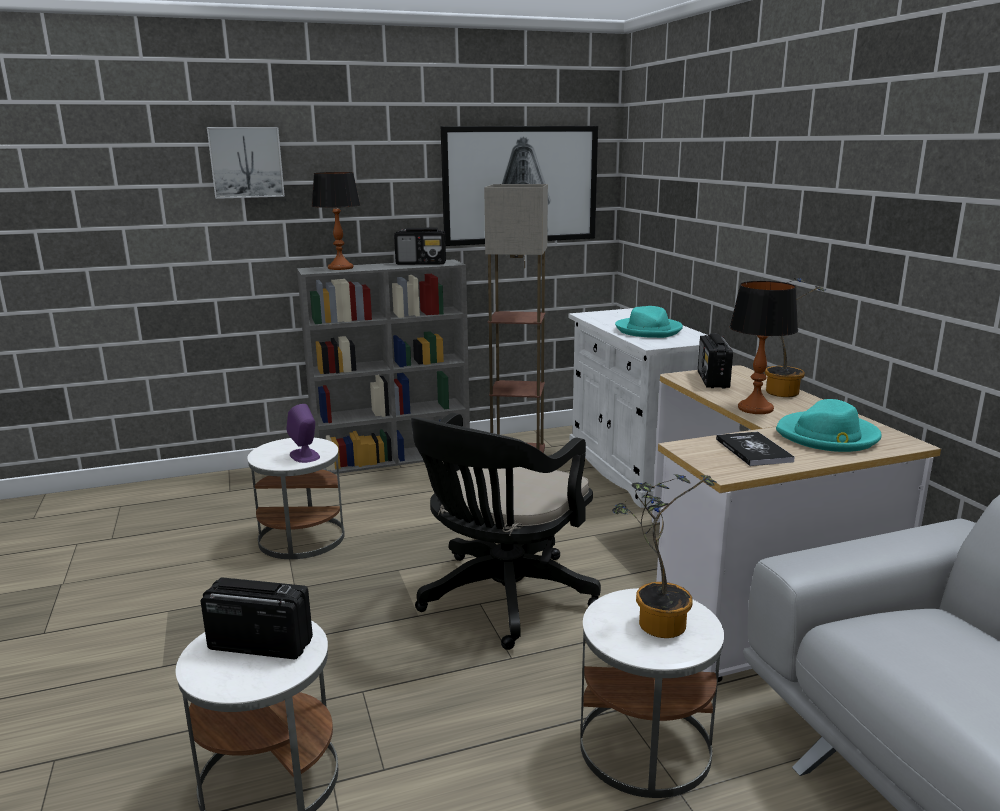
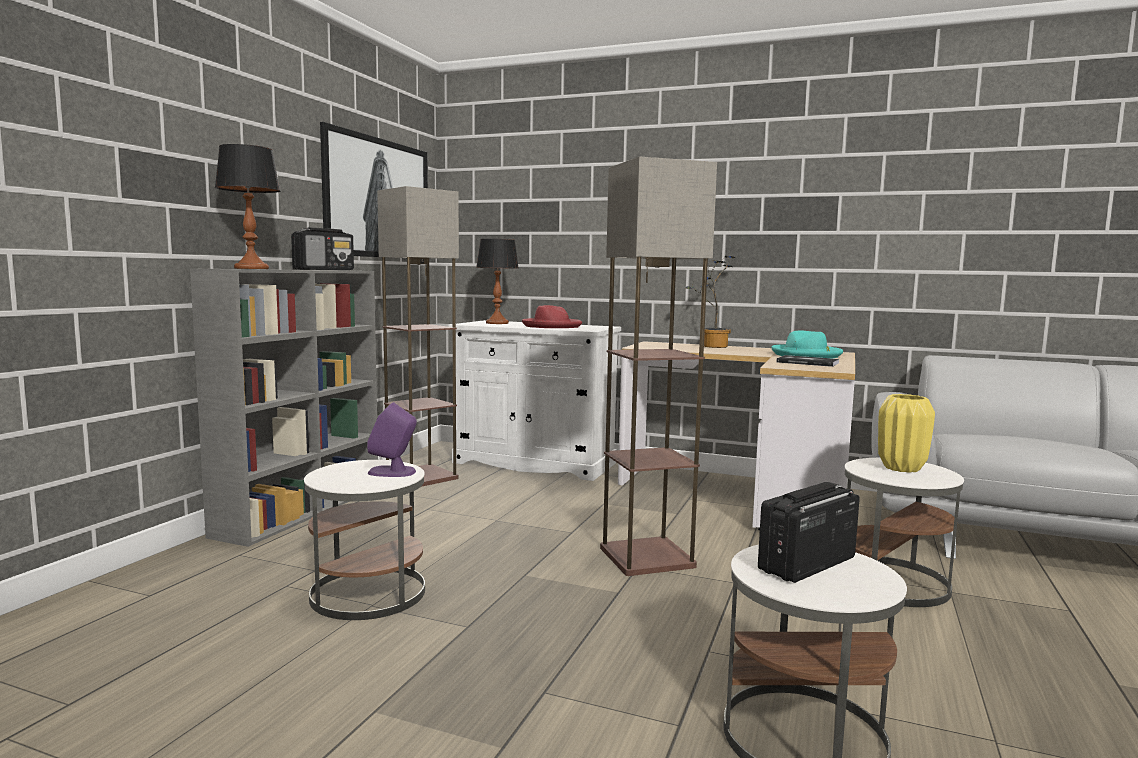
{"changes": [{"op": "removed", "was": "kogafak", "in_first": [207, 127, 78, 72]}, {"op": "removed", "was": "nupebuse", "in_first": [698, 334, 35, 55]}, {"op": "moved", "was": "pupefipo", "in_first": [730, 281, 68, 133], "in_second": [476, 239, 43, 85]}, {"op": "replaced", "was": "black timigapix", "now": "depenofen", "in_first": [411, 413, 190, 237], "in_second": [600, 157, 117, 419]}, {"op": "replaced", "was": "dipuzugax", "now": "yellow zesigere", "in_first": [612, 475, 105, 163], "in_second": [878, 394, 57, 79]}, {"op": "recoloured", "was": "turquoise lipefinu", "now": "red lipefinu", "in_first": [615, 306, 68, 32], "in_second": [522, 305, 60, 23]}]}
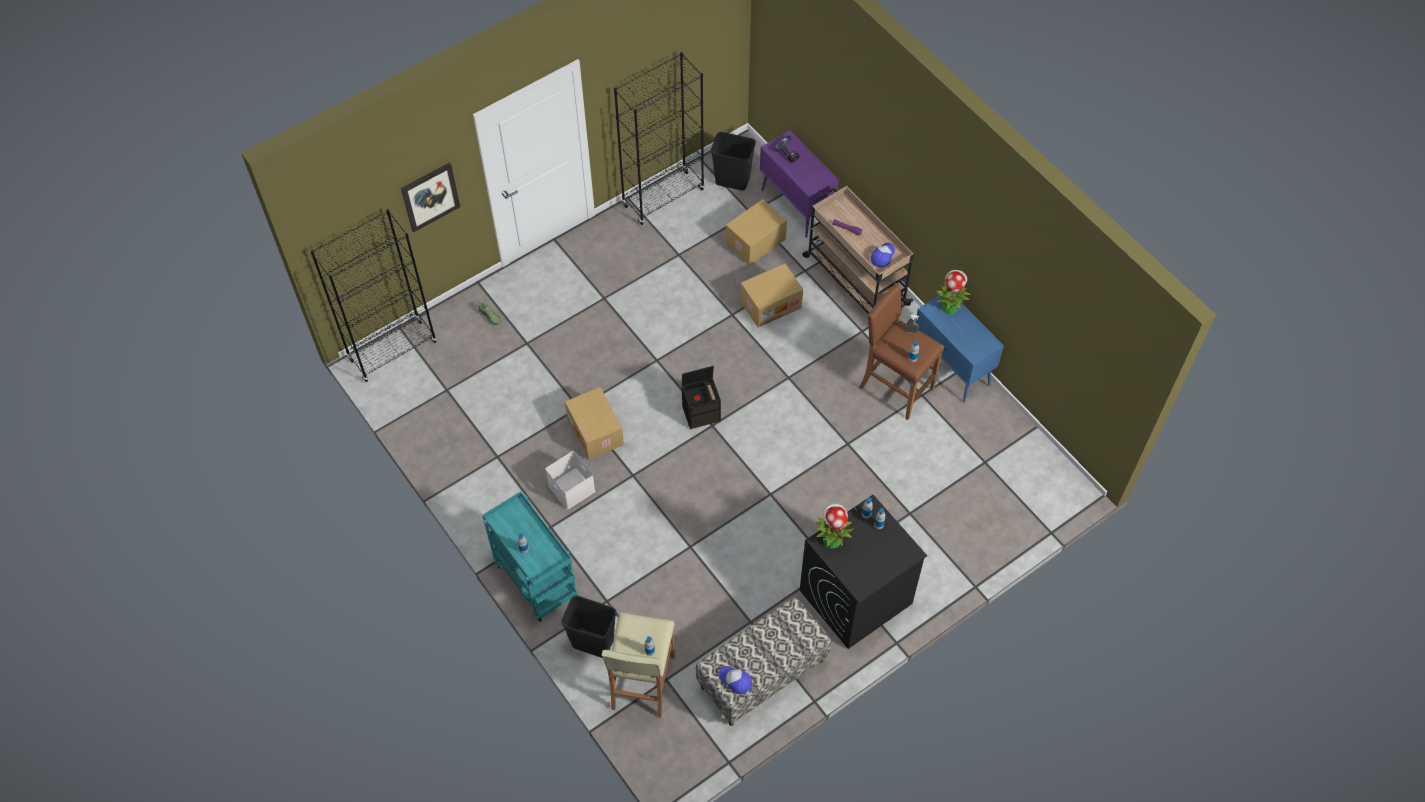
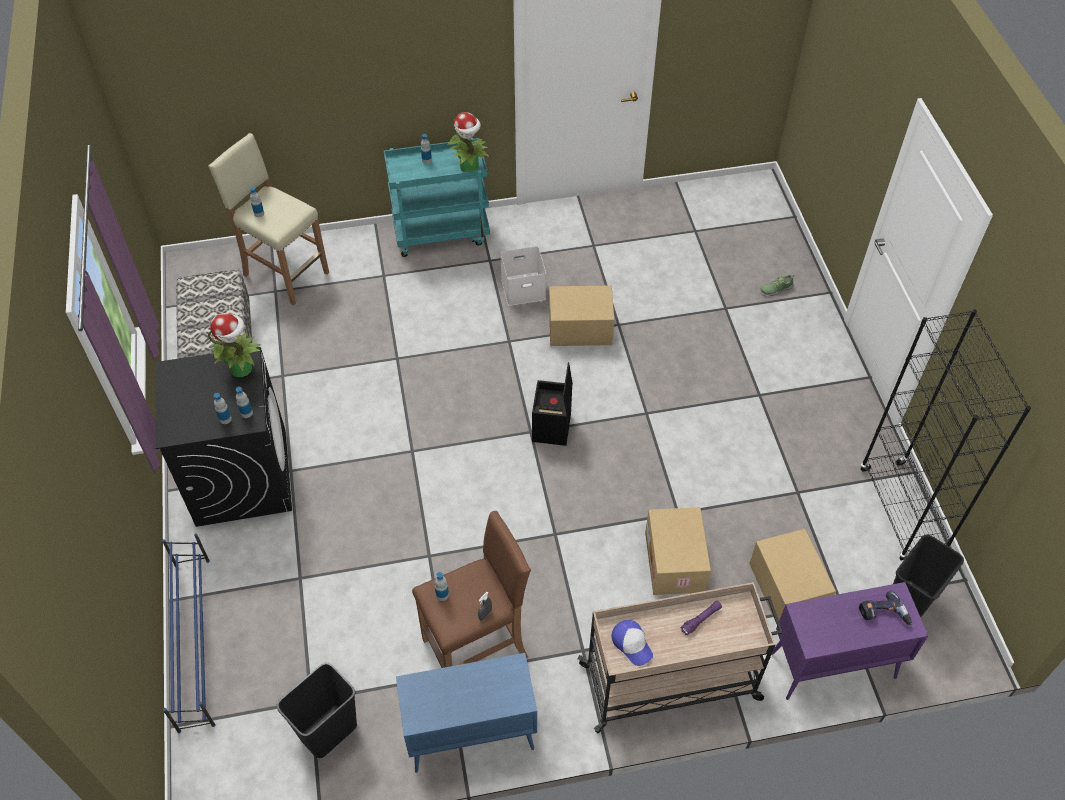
{"changes": [{"op": "removed", "was": "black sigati", "in_first": [310, 209, 127, 173]}, {"op": "removed", "was": "kogafak", "in_first": [401, 162, 59, 71]}, {"op": "removed", "was": "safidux", "in_first": [718, 666, 34, 28]}, {"op": "added", "now": "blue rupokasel", "in_second": [162, 534, 54, 199]}, {"op": "moved", "was": "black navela", "in_first": [561, 595, 56, 63], "in_second": [277, 662, 80, 96]}, {"op": "moved", "was": "dipuzugax", "in_first": [936, 270, 35, 44], "in_second": [448, 112, 41, 60]}]}
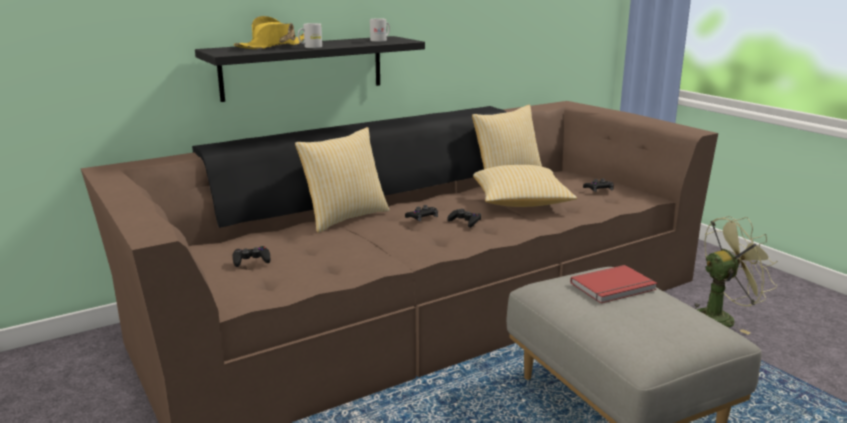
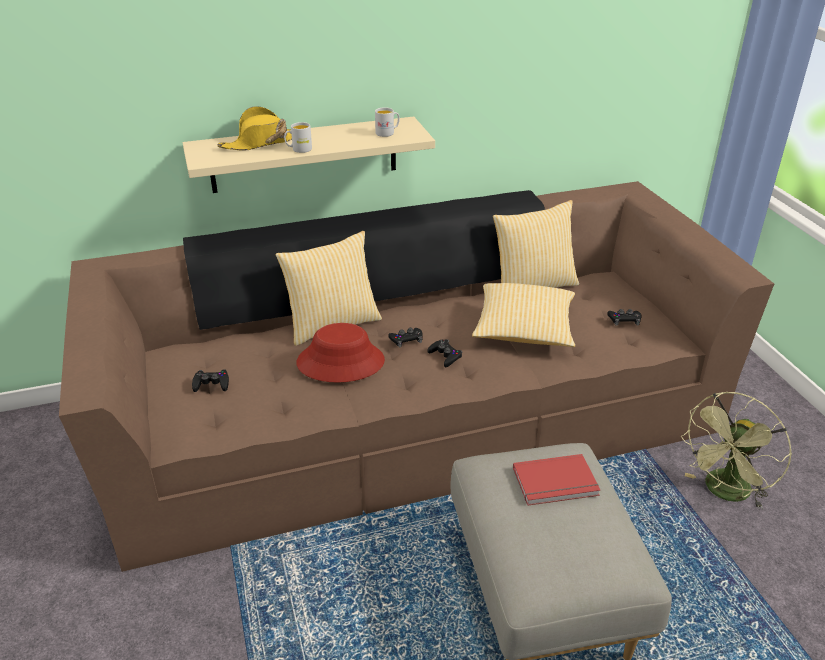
{"changes": [{"op": "added", "now": "red lipefinu", "in_second": [296, 323, 89, 60]}, {"op": "recoloured", "was": "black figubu", "now": "beige figubu", "in_first": [195, 36, 230, 66], "in_second": [183, 116, 252, 77]}, {"op": "turned", "was": "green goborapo", "in_first": [695, 216, 82, 119], "in_second": [681, 392, 111, 117], "clockwise": 135}]}
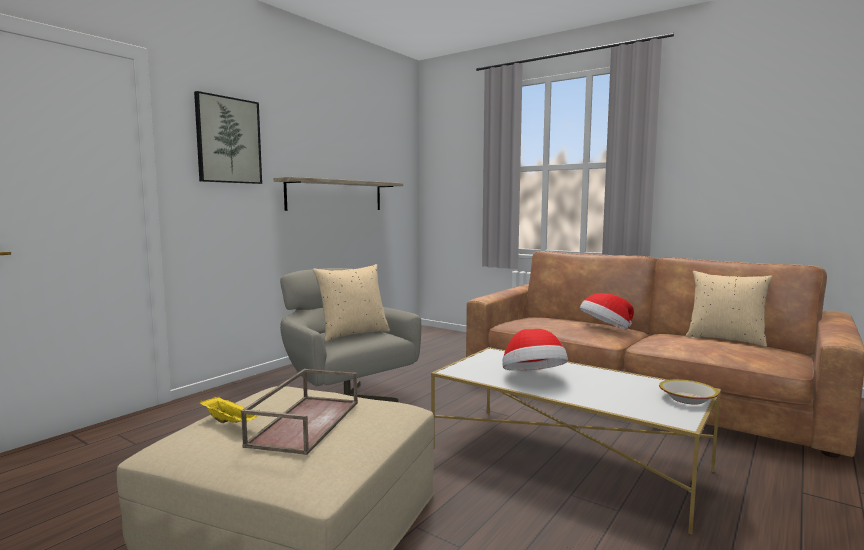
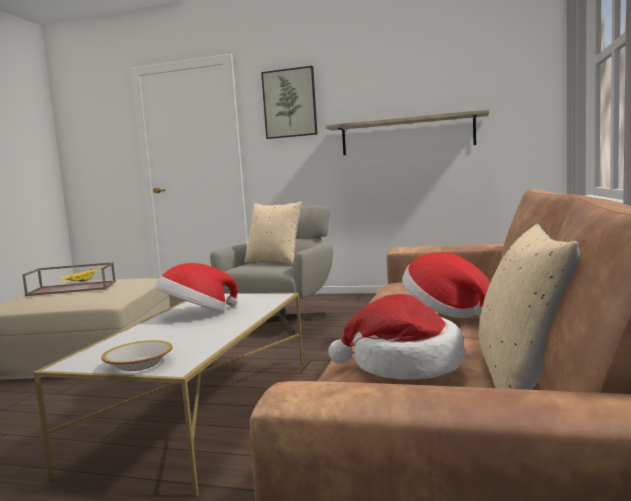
{"changes": [{"op": "added", "now": "lipefinu", "in_second": [328, 294, 137, 85]}]}
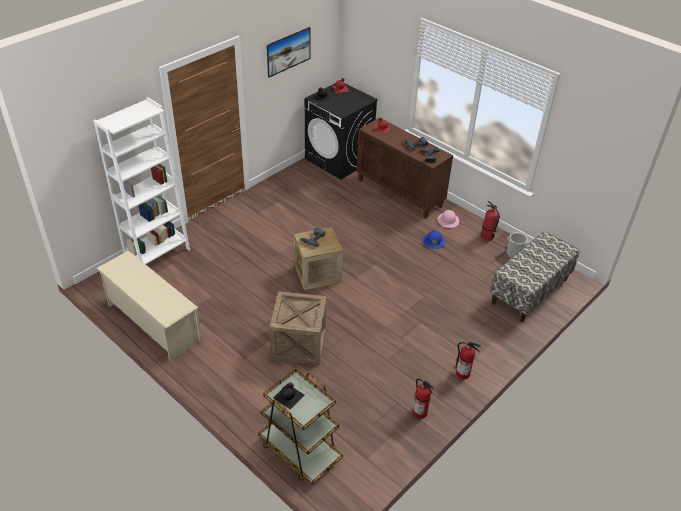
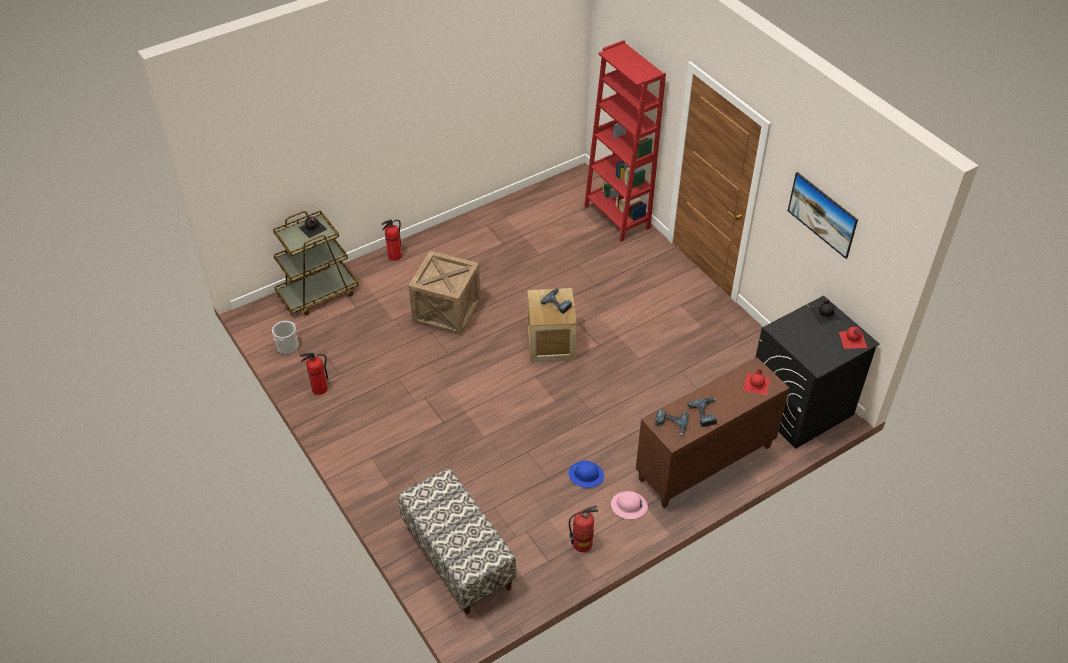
{"changes": [{"op": "removed", "was": "beige rupokasel", "in_first": [96, 250, 106, 111]}, {"op": "moved", "was": "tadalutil", "in_first": [455, 342, 26, 37], "in_second": [381, 220, 21, 41]}, {"op": "moved", "was": "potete", "in_first": [507, 232, 22, 26], "in_second": [272, 321, 27, 34]}, {"op": "recoloured", "was": "white sigati", "now": "red sigati", "in_first": [93, 97, 97, 167], "in_second": [584, 40, 82, 202]}]}
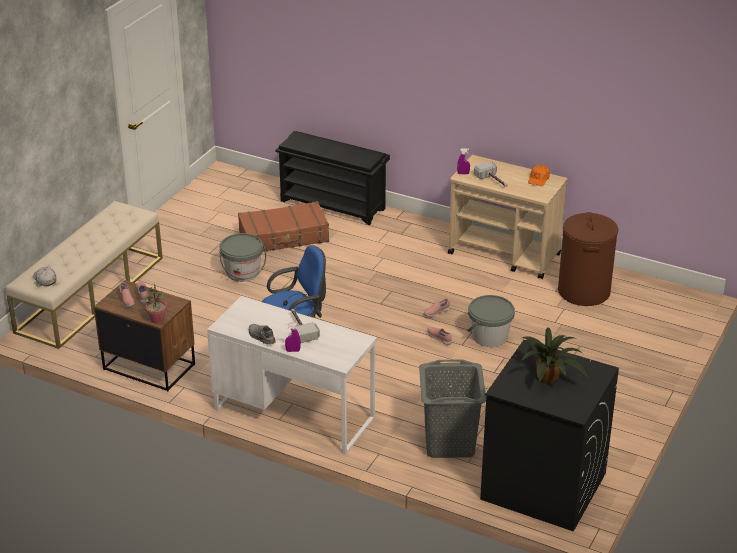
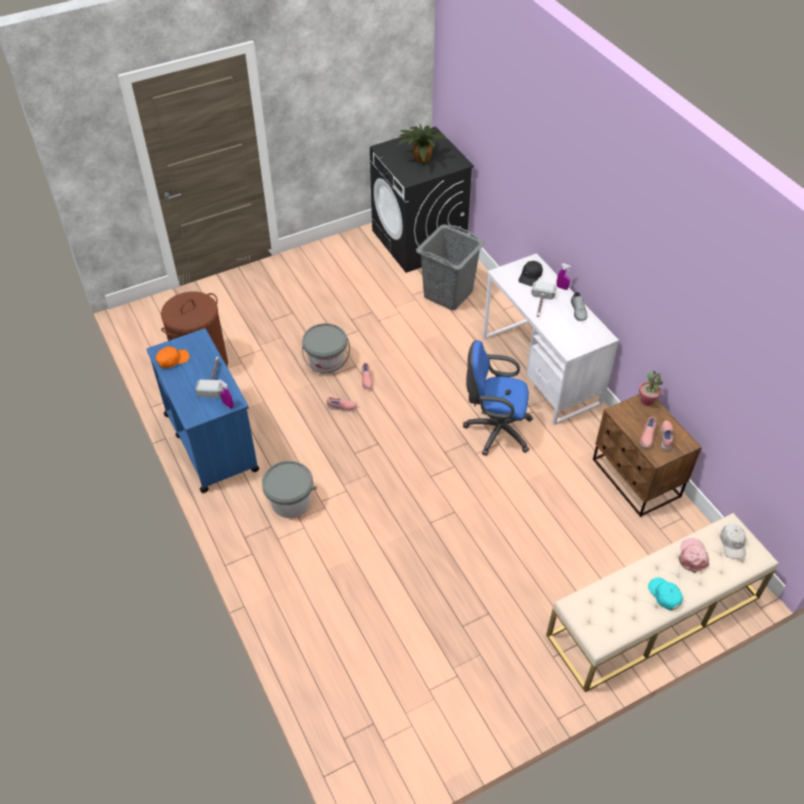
{"changes": [{"op": "removed", "was": "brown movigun", "in_first": [238, 201, 91, 51]}, {"op": "removed", "was": "black rupokasel", "in_first": [275, 131, 115, 94]}, {"op": "added", "now": "black safidux", "in_second": [518, 261, 25, 25]}, {"op": "added", "now": "turquoise safidux", "in_second": [648, 577, 35, 33]}, {"op": "added", "now": "pink safidux", "in_second": [679, 538, 31, 35]}, {"op": "moved", "was": "grey potete", "in_first": [220, 233, 46, 49], "in_second": [262, 461, 55, 57]}, {"op": "recoloured", "was": "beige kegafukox", "now": "blue kegafukox", "in_first": [448, 155, 120, 124], "in_second": [146, 328, 113, 165]}]}
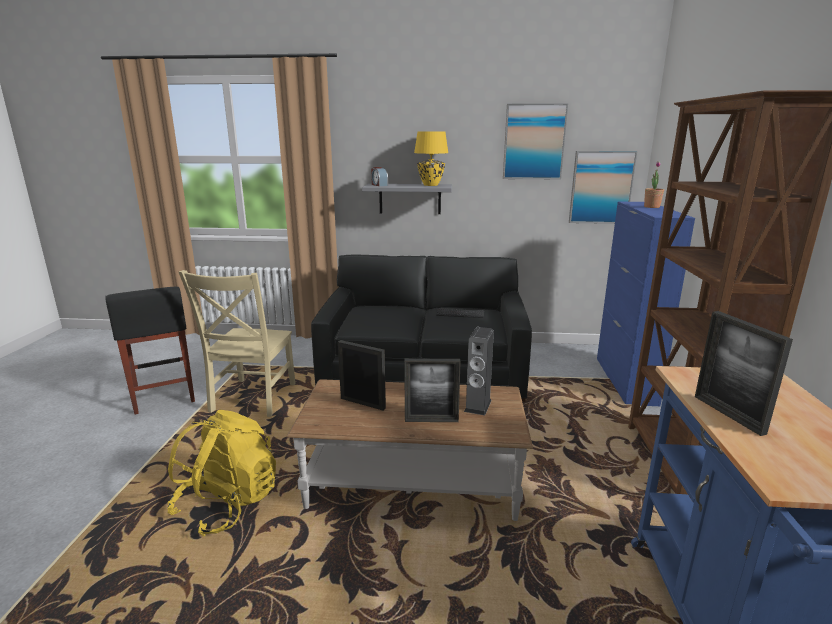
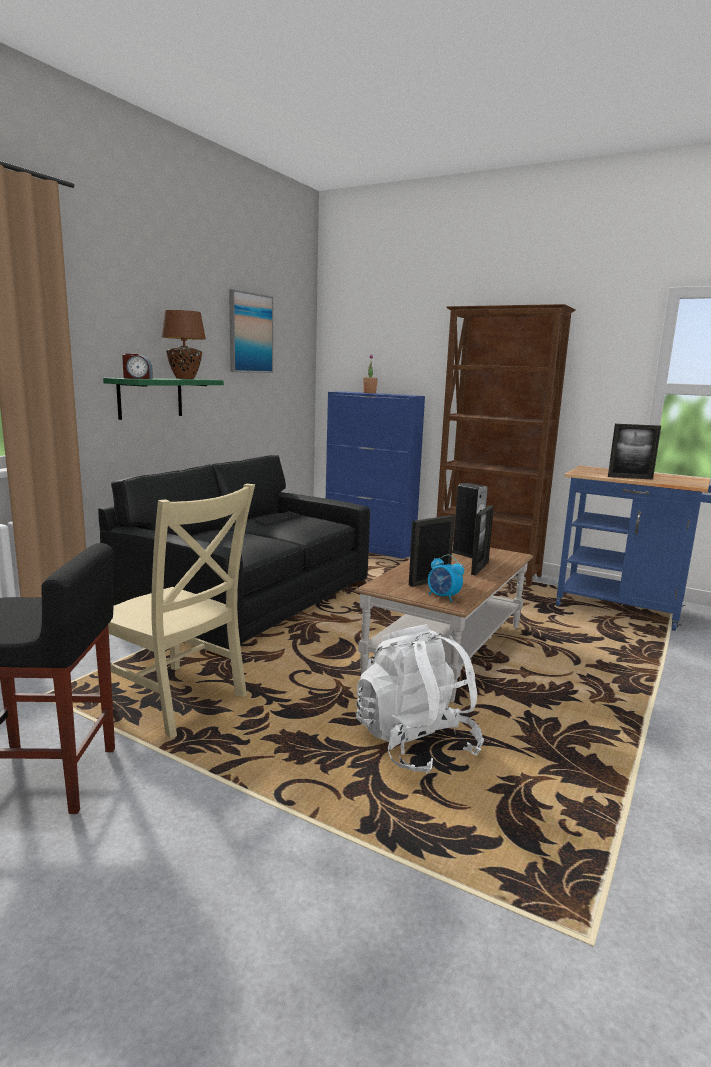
{"changes": [{"op": "removed", "was": "kogafak", "in_first": [569, 151, 68, 73]}, {"op": "added", "now": "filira", "in_second": [428, 555, 36, 47]}, {"op": "recoloured", "was": "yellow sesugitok", "now": "white sesugitok", "in_first": [167, 410, 109, 126], "in_second": [356, 624, 128, 150]}, {"op": "recoloured", "was": "grey figubu", "now": "green figubu", "in_first": [362, 184, 90, 30], "in_second": [103, 378, 121, 42]}, {"op": "recoloured", "was": "yellow pupefipo", "now": "brown pupefipo", "in_first": [414, 131, 34, 55], "in_second": [162, 310, 44, 69]}]}
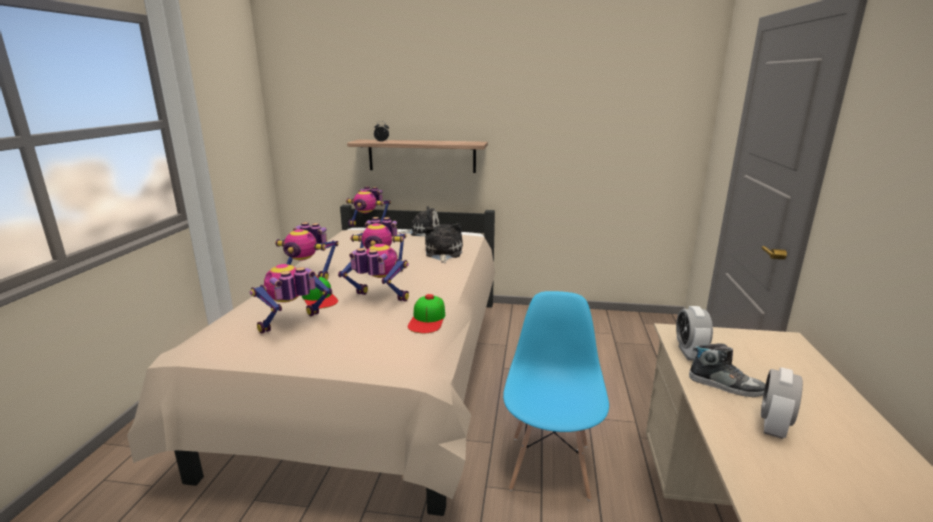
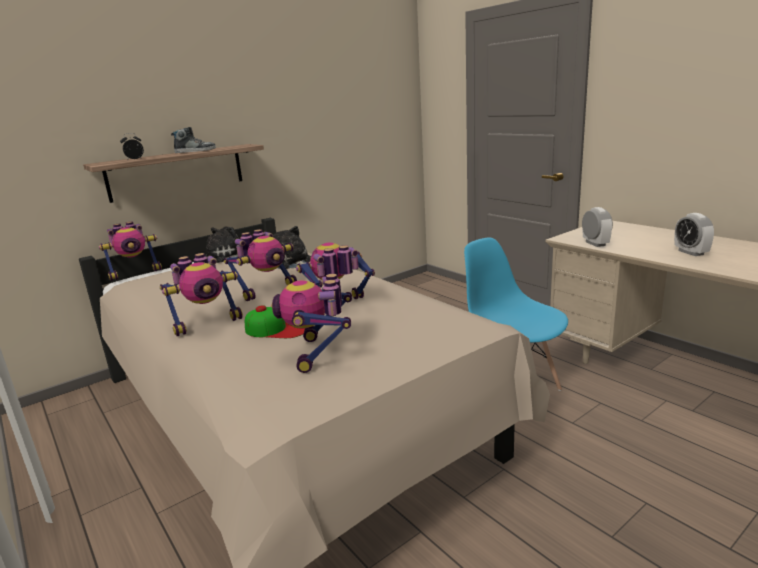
{"changes": [{"op": "removed", "was": "safidux", "in_first": [408, 294, 37, 39]}, {"op": "moved", "was": "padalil", "in_first": [689, 343, 76, 54], "in_second": [171, 127, 45, 26]}, {"op": "turned", "was": "filira", "in_first": [676, 306, 37, 54], "in_second": [582, 207, 31, 40], "clockwise": -150}]}
